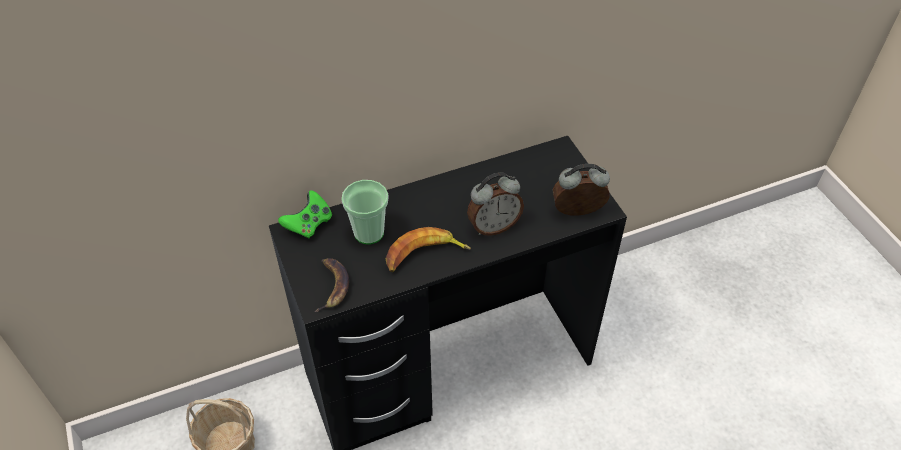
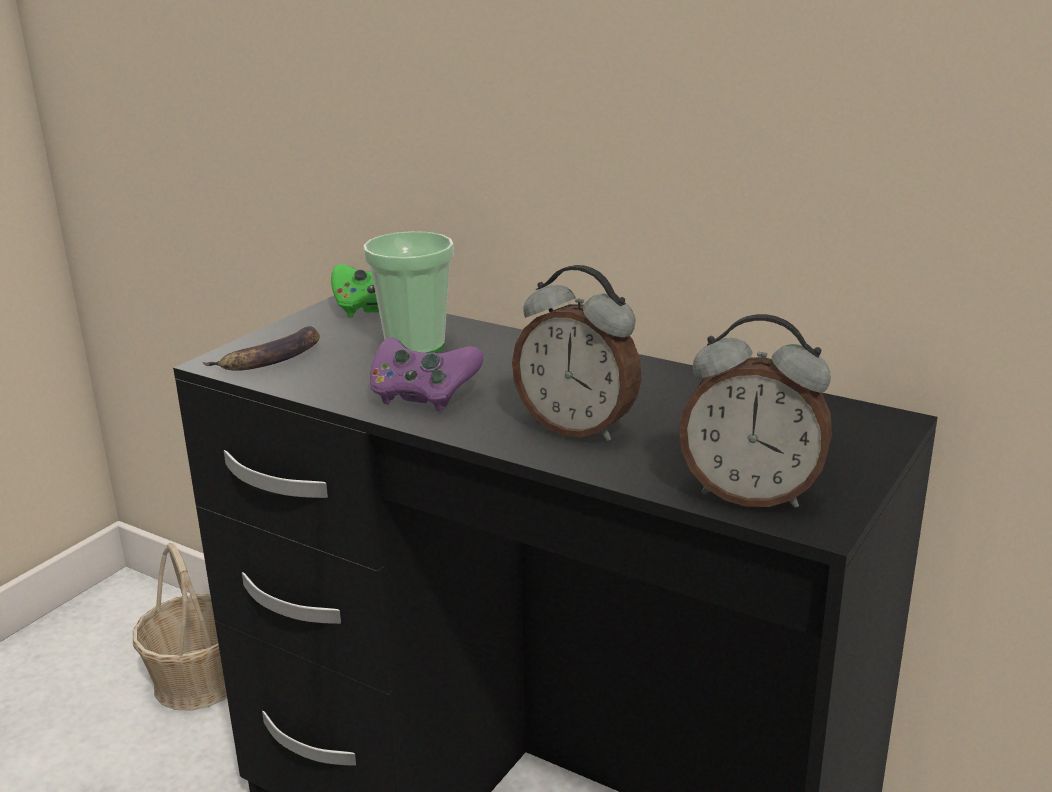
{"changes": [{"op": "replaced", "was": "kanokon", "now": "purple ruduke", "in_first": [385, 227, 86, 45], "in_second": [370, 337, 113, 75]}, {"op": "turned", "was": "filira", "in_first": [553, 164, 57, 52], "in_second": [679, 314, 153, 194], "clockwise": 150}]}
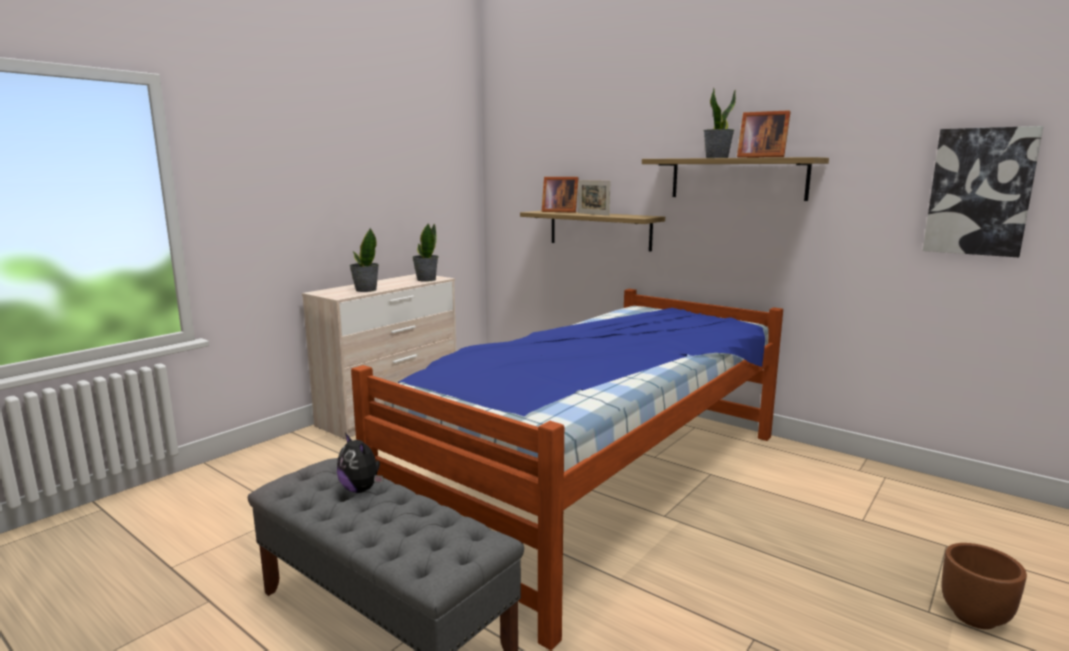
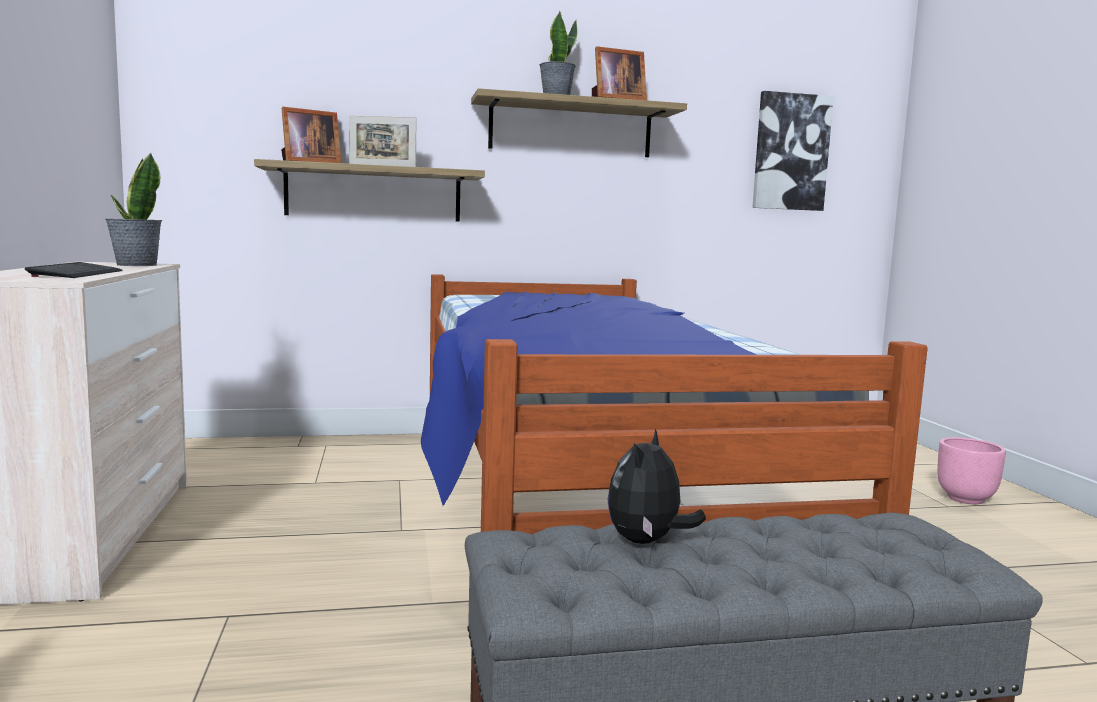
{"changes": [{"op": "replaced", "was": "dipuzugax", "now": "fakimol", "in_first": [349, 228, 30, 64], "in_second": [25, 262, 98, 16]}, {"op": "recoloured", "was": "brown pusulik", "now": "pink pusulik", "in_first": [941, 543, 86, 86], "in_second": [937, 437, 69, 67]}, {"op": "turned", "was": "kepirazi", "in_first": [337, 433, 46, 60], "in_second": [607, 429, 99, 115], "clockwise": 120}]}
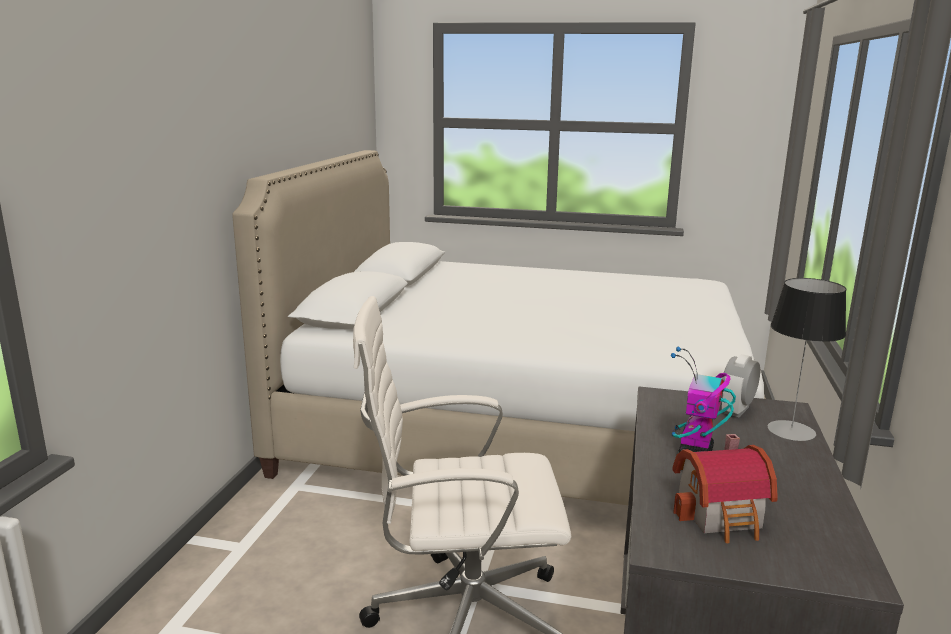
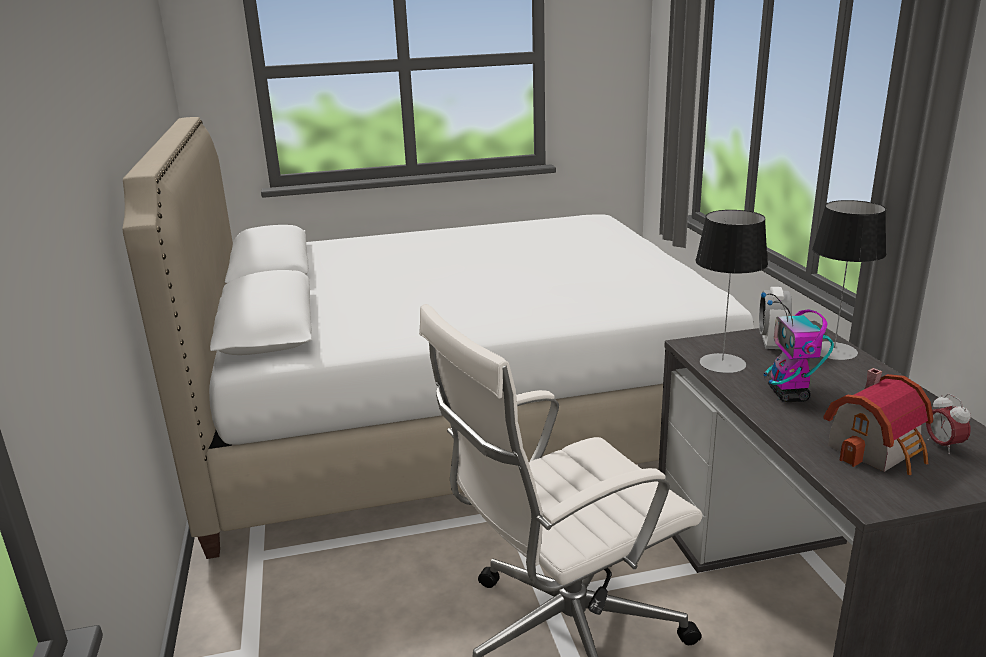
{"changes": [{"op": "added", "now": "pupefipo", "in_second": [695, 210, 73, 163]}, {"op": "added", "now": "filira", "in_second": [926, 394, 45, 60]}]}
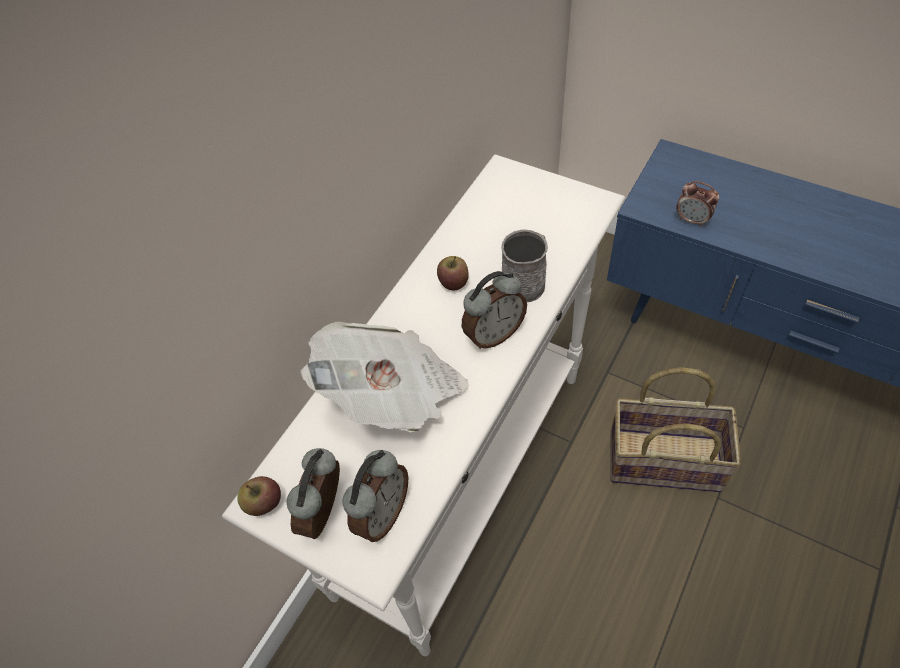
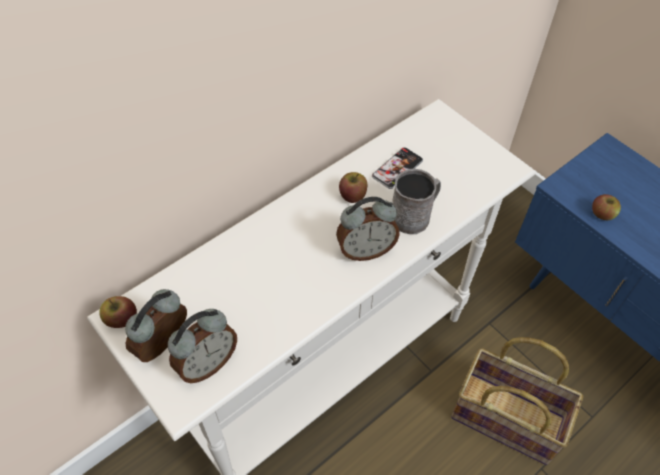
{"changes": [{"op": "removed", "was": "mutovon", "in_first": [300, 322, 169, 111]}, {"op": "added", "now": "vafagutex", "in_second": [372, 147, 51, 42]}, {"op": "replaced", "was": "filira", "now": "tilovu", "in_first": [676, 181, 44, 46], "in_second": [592, 194, 29, 26]}]}
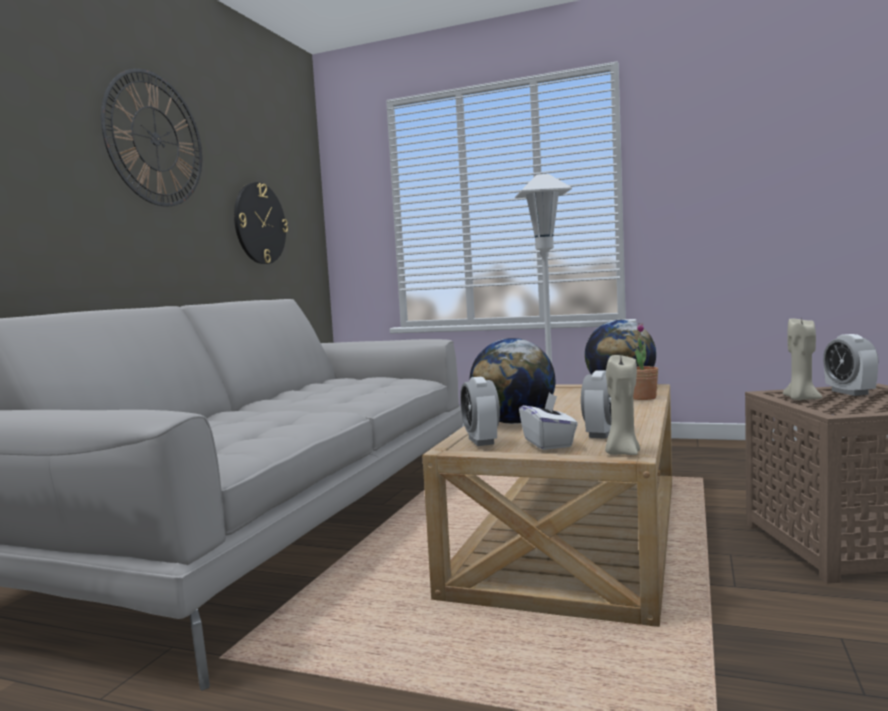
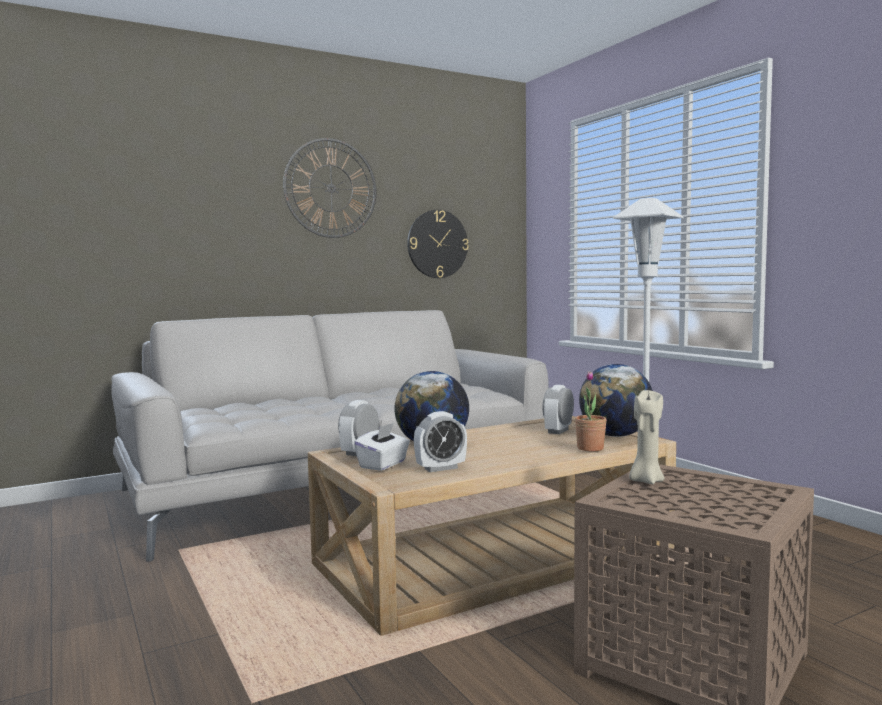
{"changes": [{"op": "removed", "was": "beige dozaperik", "in_first": [605, 355, 35, 100]}, {"op": "moved", "was": "filira", "in_first": [823, 334, 56, 62], "in_second": [542, 385, 32, 49]}]}
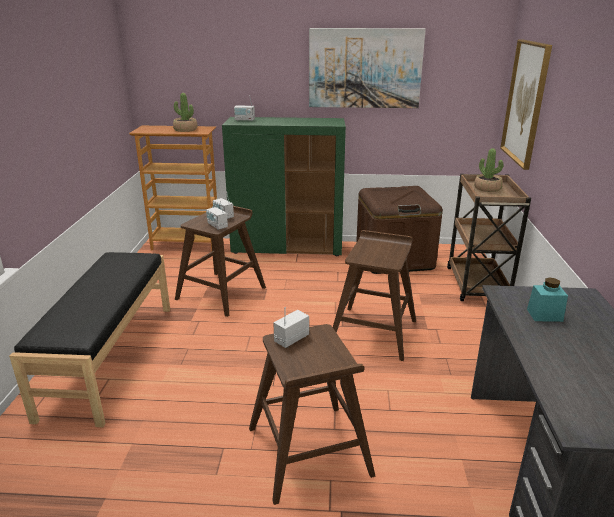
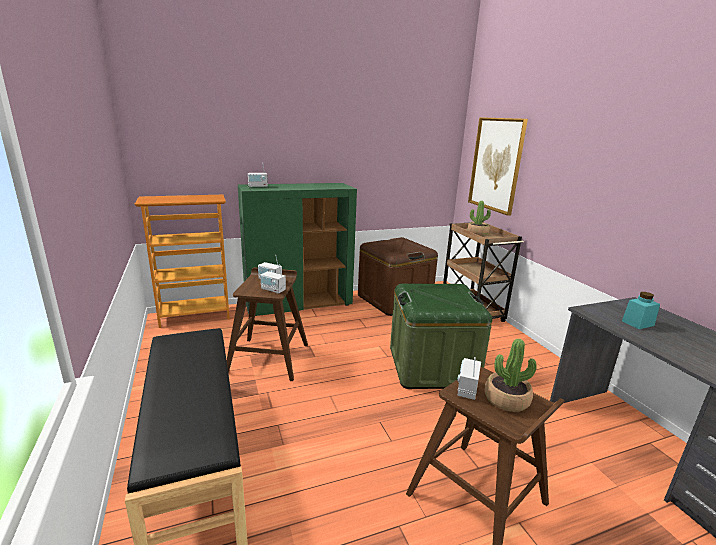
{"changes": [{"op": "removed", "was": "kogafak", "in_first": [309, 28, 117, 80]}, {"op": "moved", "was": "dipuzugax", "in_first": [173, 93, 24, 39], "in_second": [485, 339, 52, 73]}, {"op": "replaced", "was": "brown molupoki", "now": "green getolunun", "in_first": [333, 230, 83, 131], "in_second": [390, 284, 102, 105]}]}
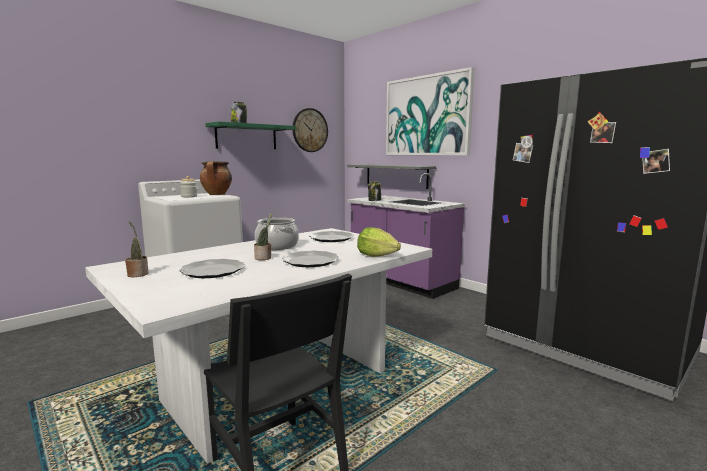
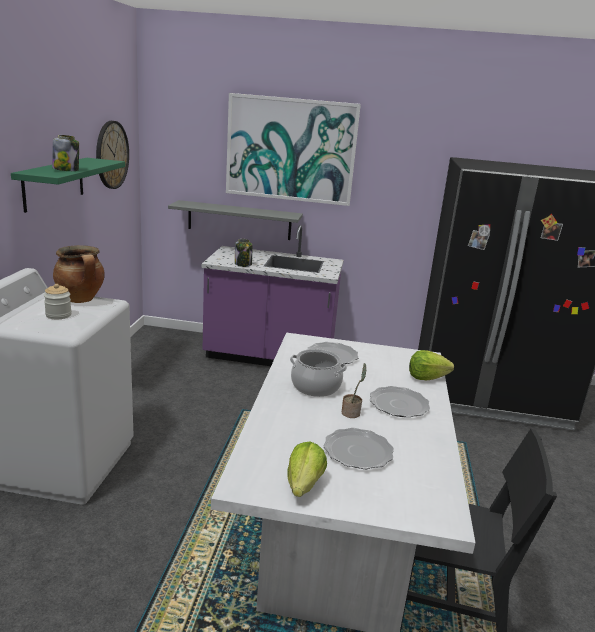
{"changes": [{"op": "replaced", "was": "dipuzugax", "now": "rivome", "in_first": [125, 221, 24, 56], "in_second": [287, 441, 40, 56]}]}
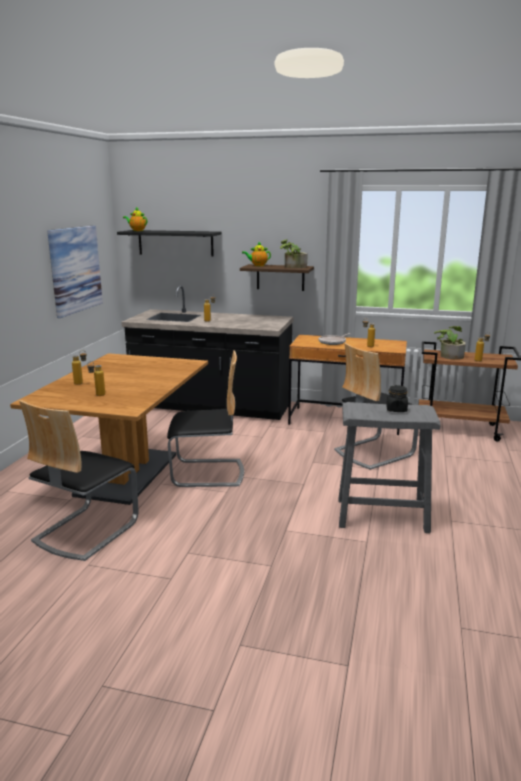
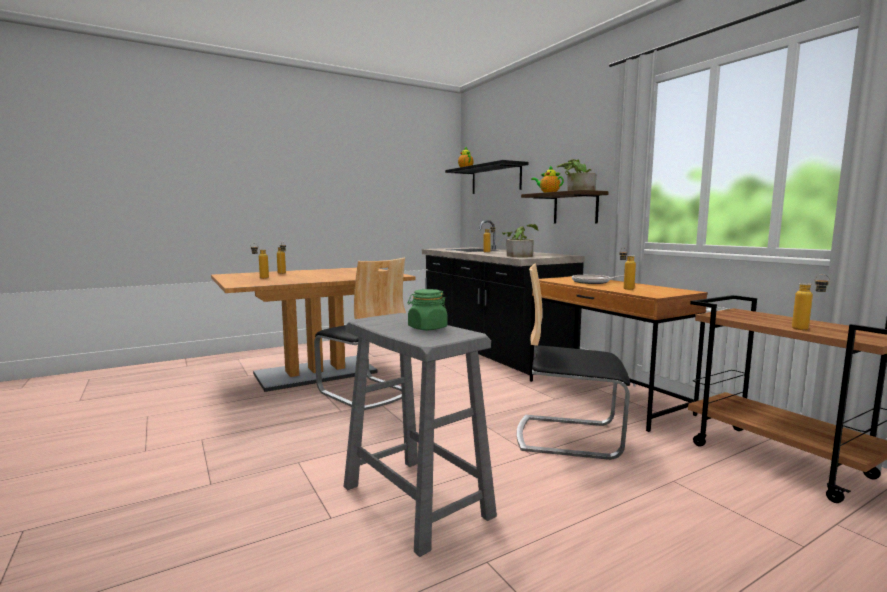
{"changes": [{"op": "removed", "was": "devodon", "in_first": [19, 400, 120, 161]}, {"op": "removed", "was": "kogafak", "in_first": [47, 226, 56, 92]}, {"op": "moved", "was": "dipuzugax", "in_first": [434, 326, 32, 34], "in_second": [502, 224, 36, 33]}, {"op": "recoloured", "was": "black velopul", "now": "green velopul", "in_first": [386, 385, 22, 27], "in_second": [408, 289, 39, 41]}]}
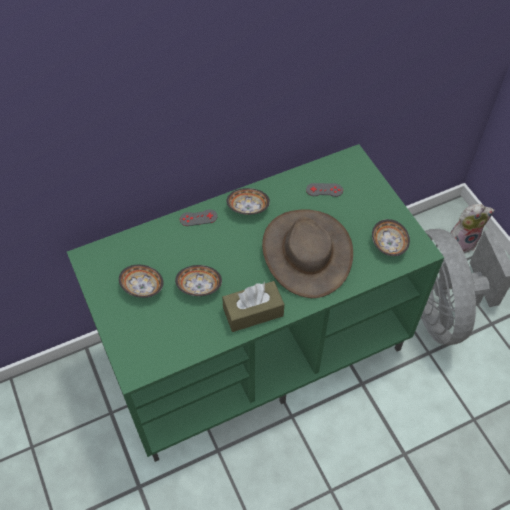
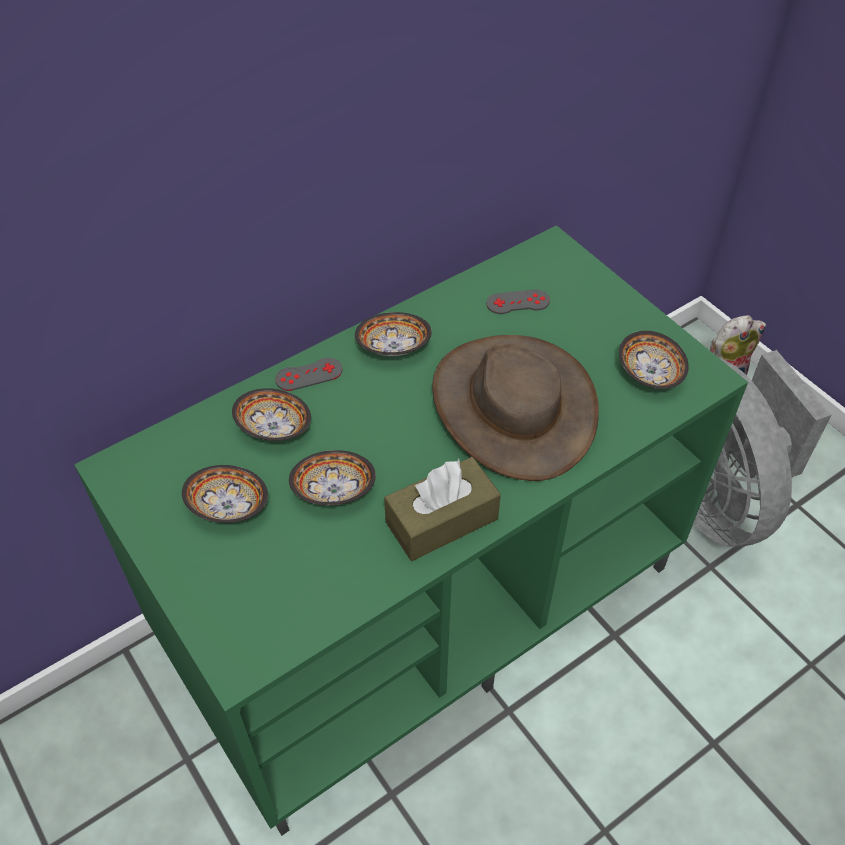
{"changes": [{"op": "added", "now": "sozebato", "in_second": [232, 388, 79, 53]}]}
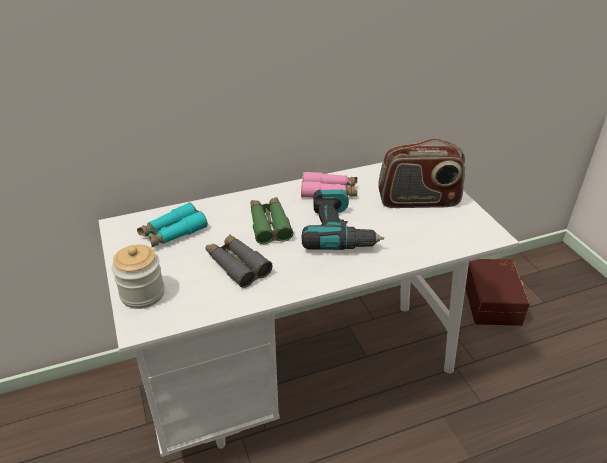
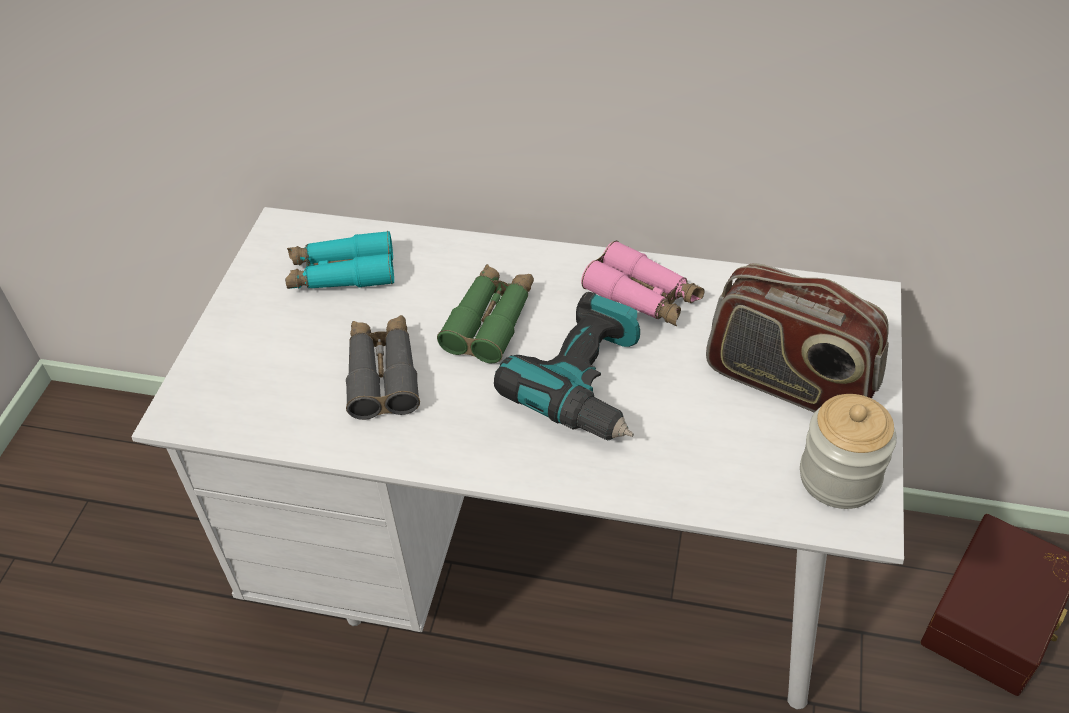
{"changes": [{"op": "moved", "was": "velopul", "in_first": [112, 244, 53, 65], "in_second": [800, 394, 97, 115]}]}
